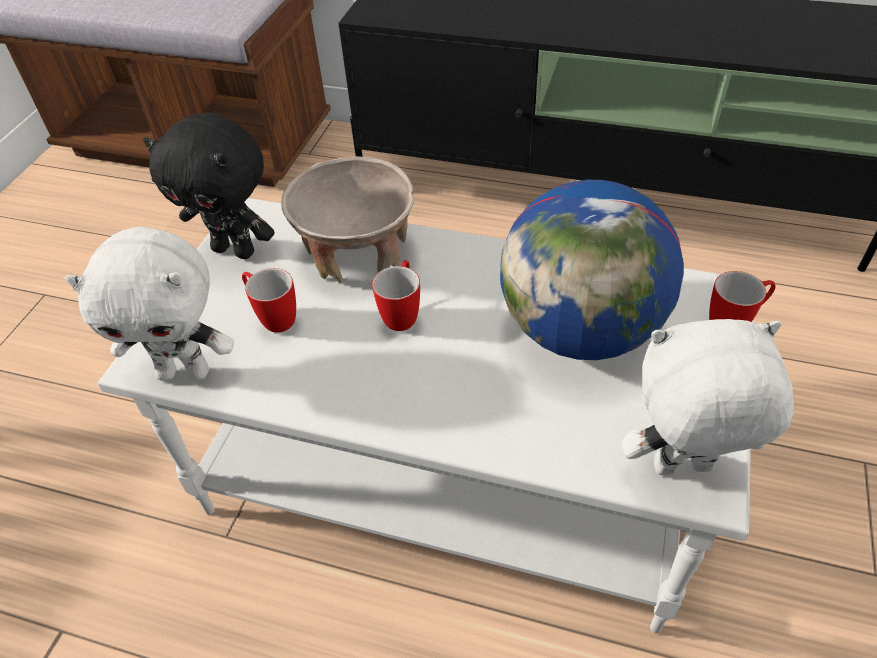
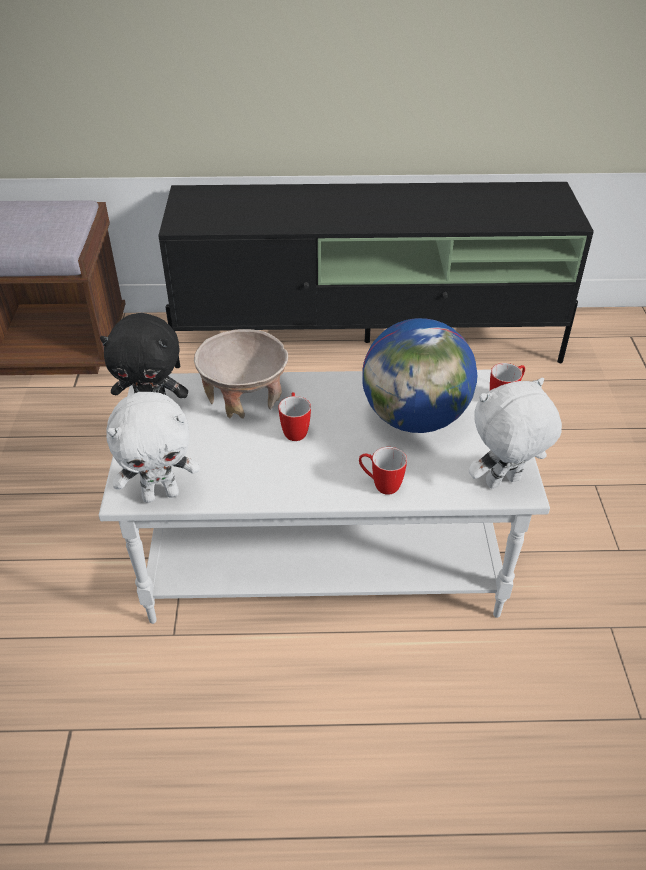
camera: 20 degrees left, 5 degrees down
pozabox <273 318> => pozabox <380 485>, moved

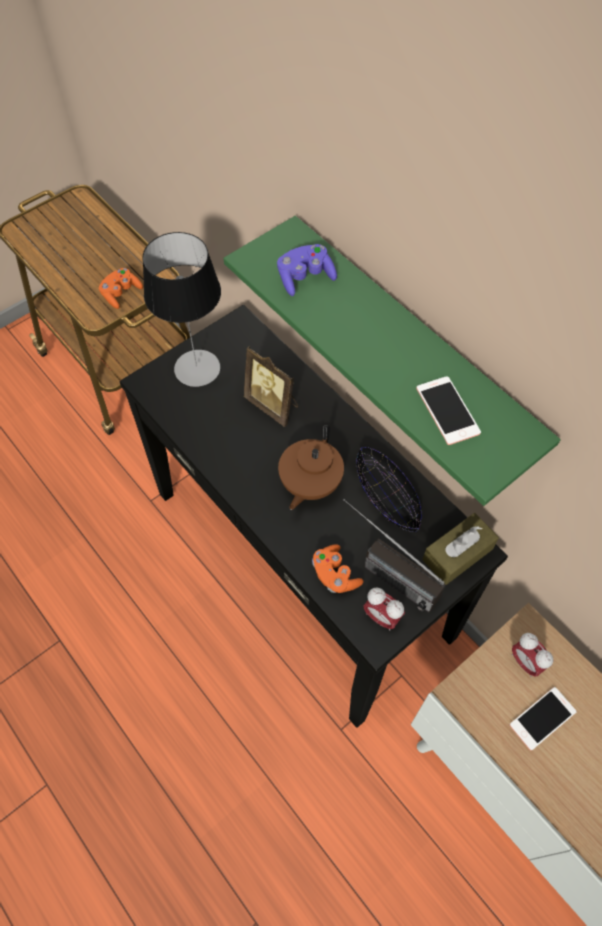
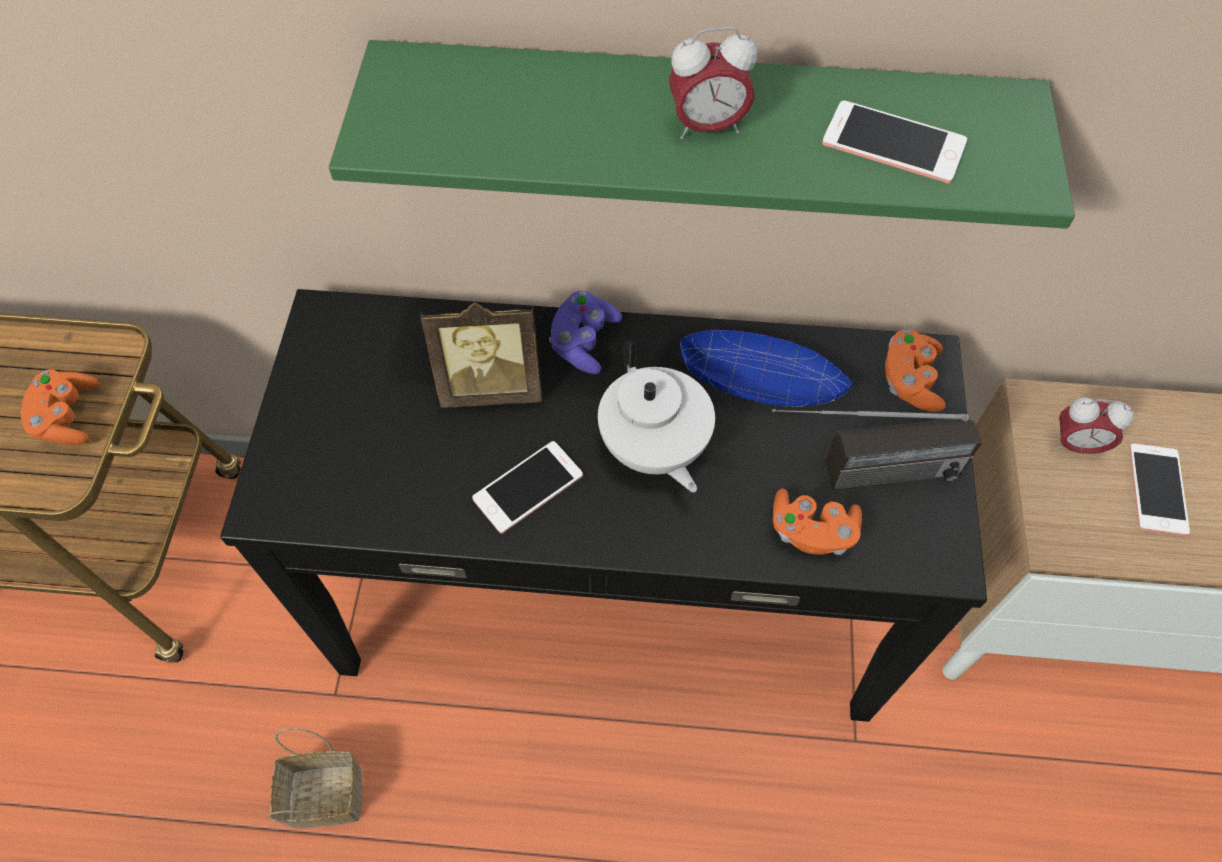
camera: 45 degrees left, 0 degrees up
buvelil <197 368> => nothing
nothing => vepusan <323 798>
nothing => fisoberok <528 487>
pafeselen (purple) <305 278> => pafeselen (purple) <584 342>, moved
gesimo <381 617> => gesimo <707 127>, moved
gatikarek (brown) <457 554> => pafeselen (orange) <910 380>
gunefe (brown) <309 484> => gunefe (white) <653 448>
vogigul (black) <387 496> => vogigul (blue) <760 382>

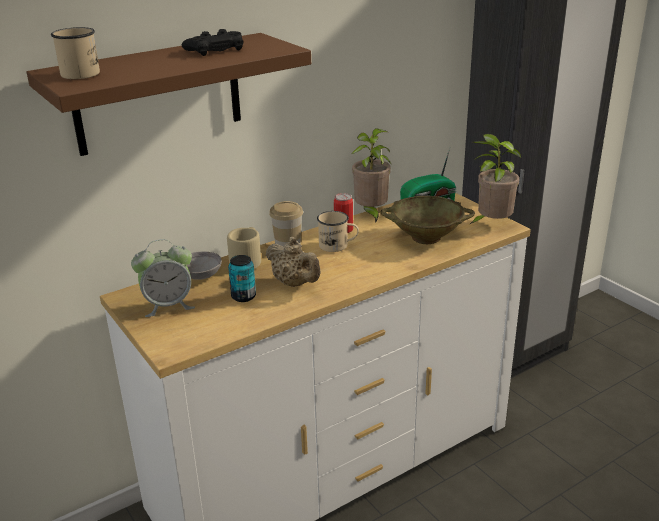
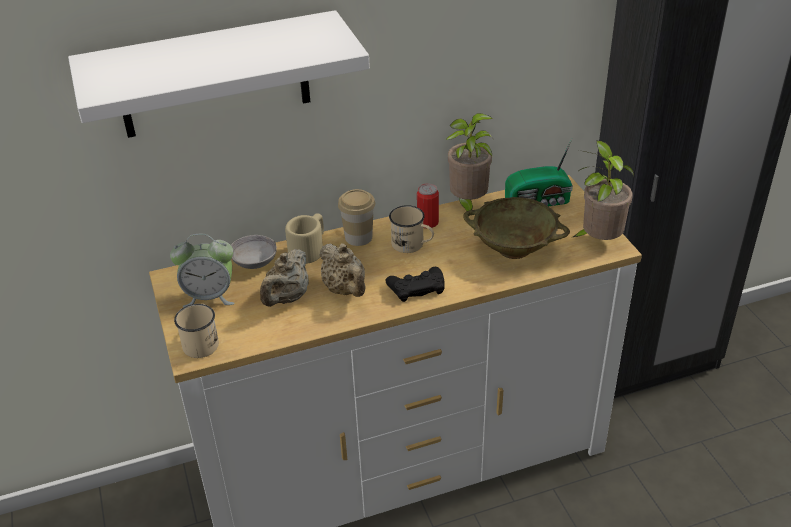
camera: 15 degrees right, 10 degrees up
pozabox (beige) <81 72> => pozabox (beige) <202 341>, moved
pafeselen (black) <215 49> => pafeselen (black) <416 287>, moved
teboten <243 296> => gunefe (beige) <287 298>
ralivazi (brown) <158 94> => ralivazi (white) <214 76>

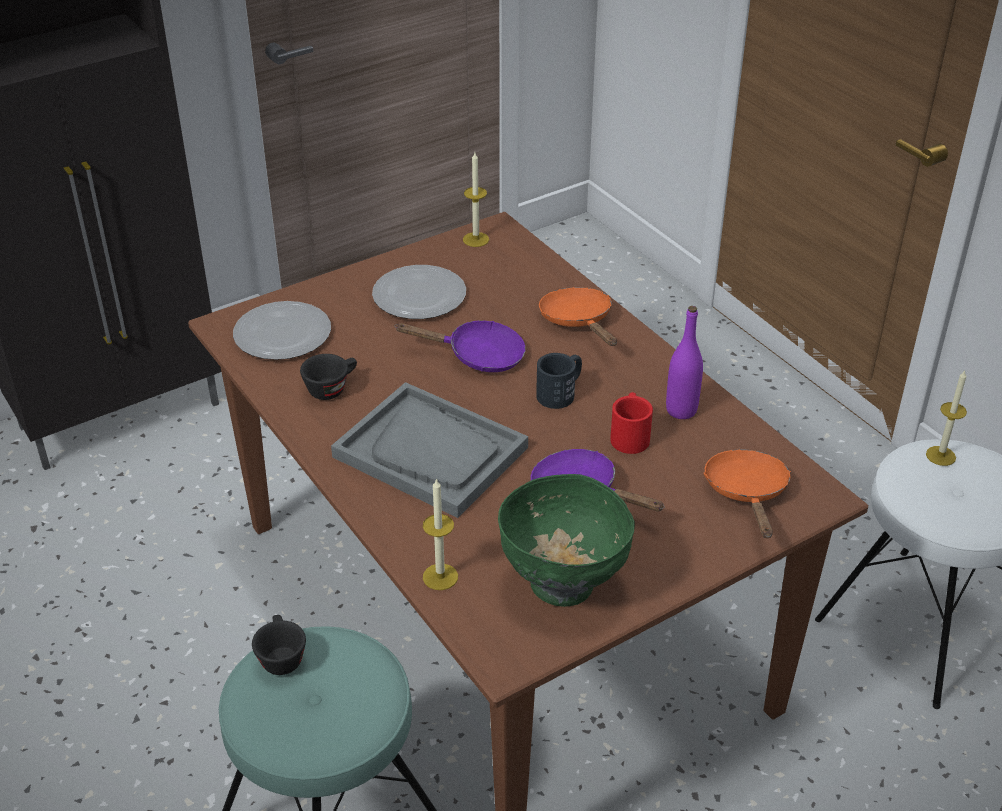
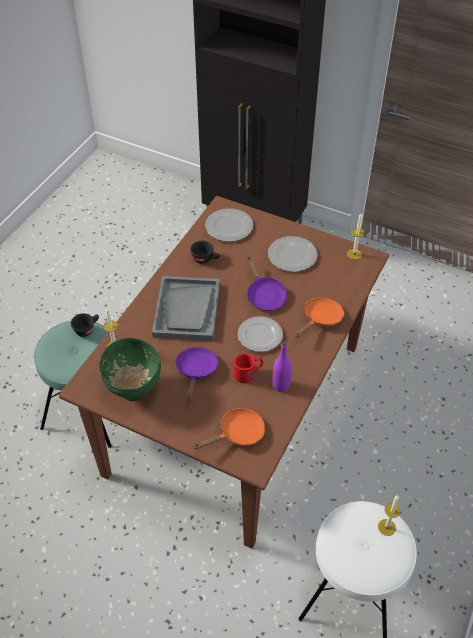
camera: 60 degrees right, 10 degrees up
pozabox (black) <561 392> => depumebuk <260 335>

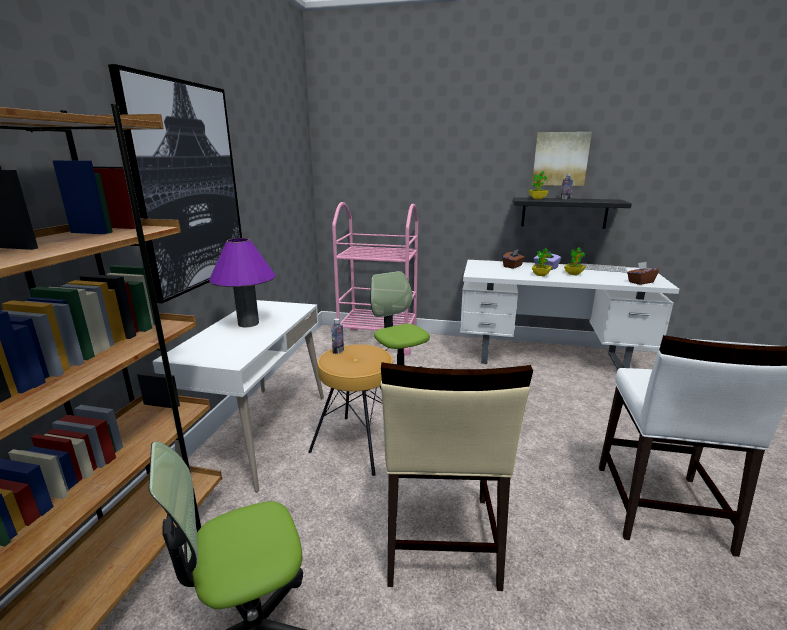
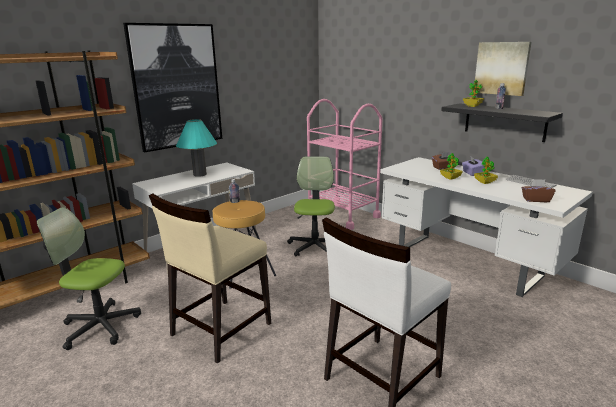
camera: 35 degrees right, 0 degrees up
buvelil (purple) <248 323> => buvelil (turquoise) <200 174>

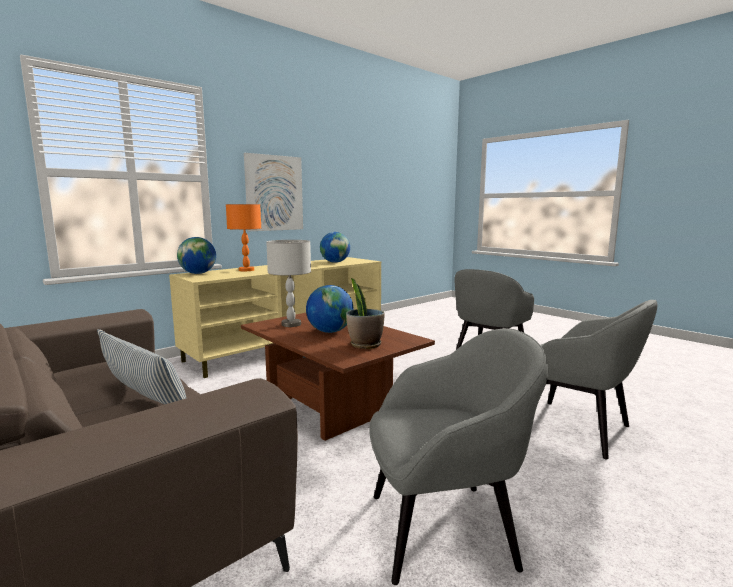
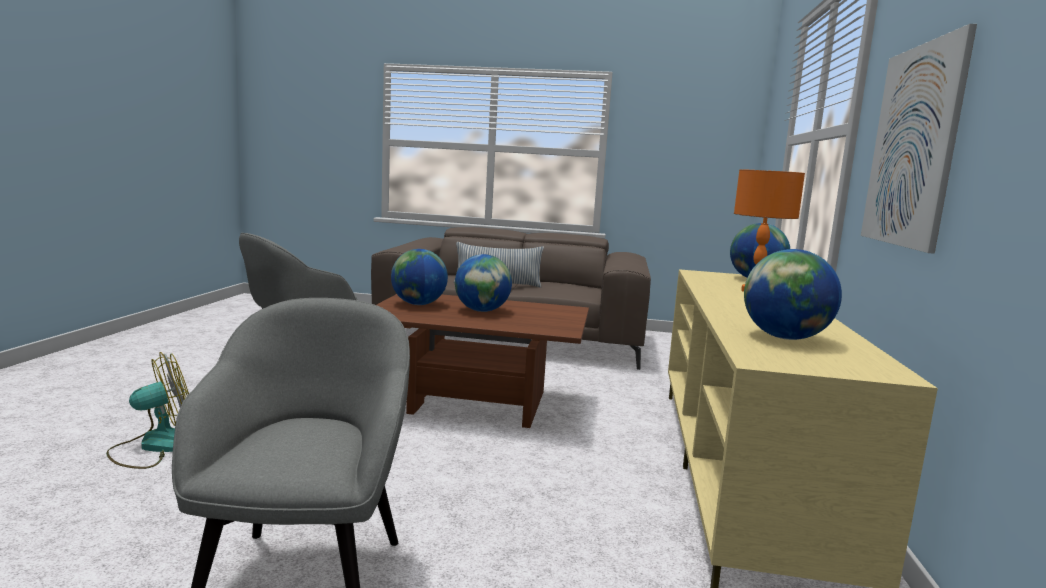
camera: 140 degrees right, 0 degrees up
buvelil (grey) <291 324> => nothing
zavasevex <365 345> => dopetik <418 304>
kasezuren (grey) <577 428> => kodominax <155 446>

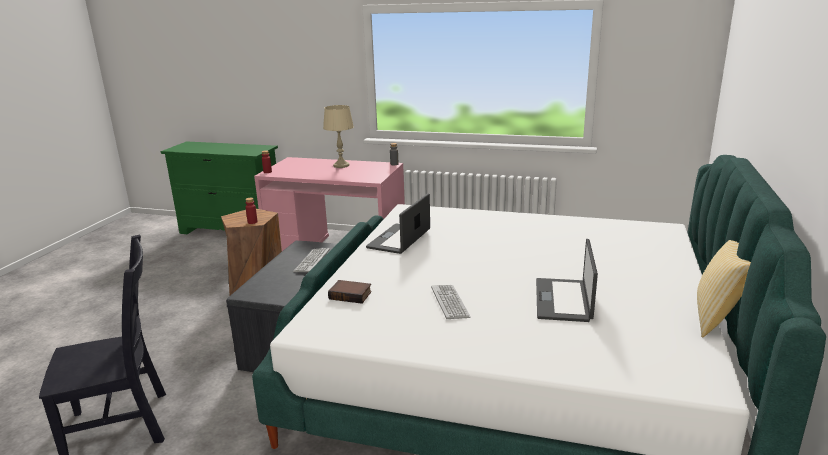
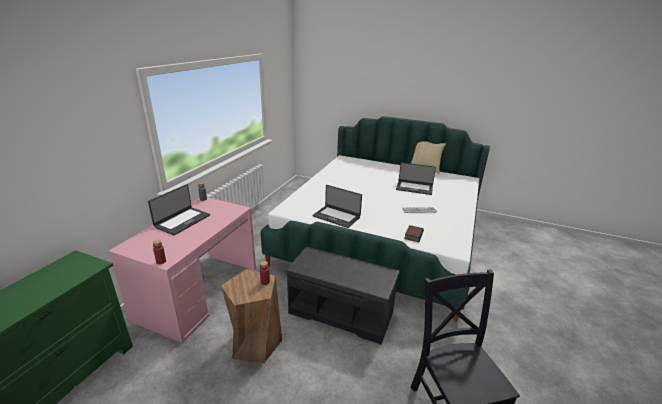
camera: 85 degrees left, 5 degrees up
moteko <312 261> => nothing
buvelil (beige) <341 165> => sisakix <182 221>

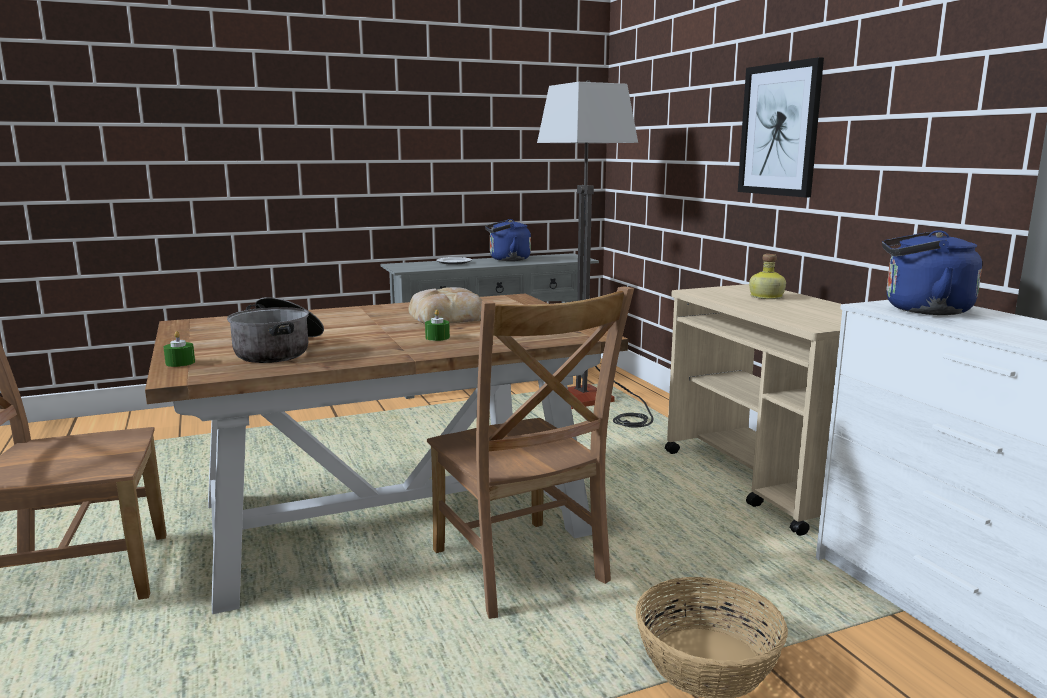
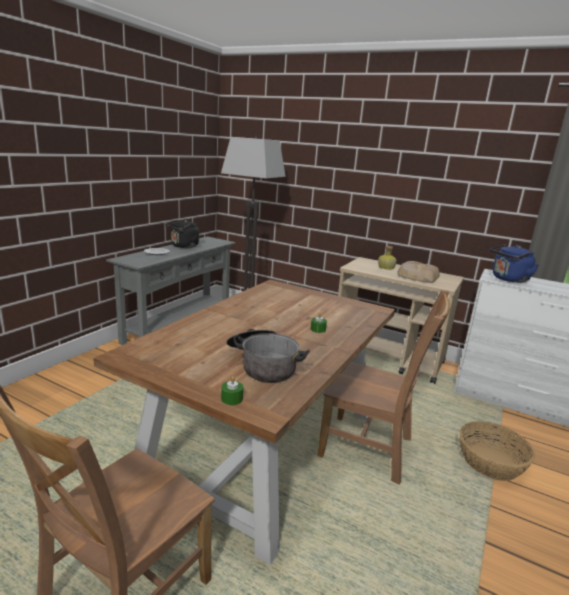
camera: 40 degrees left, 5 degrees up
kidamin <779 130> => nothing
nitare <448 315> => nitare <417 276>, moved
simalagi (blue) <507 259> => simalagi (black) <183 246>

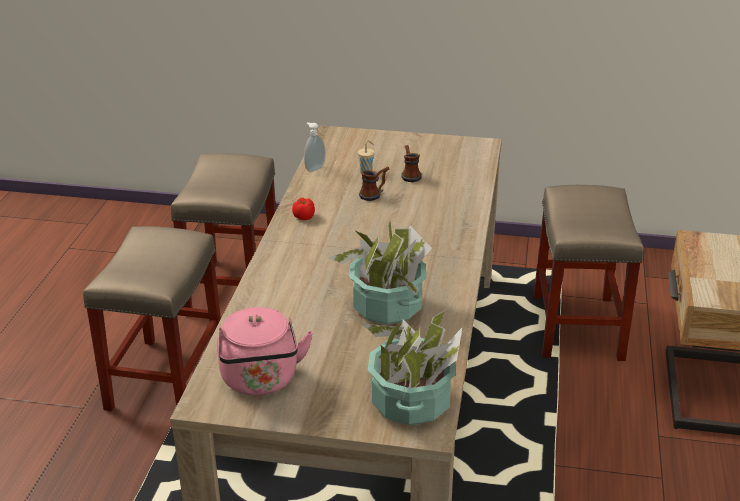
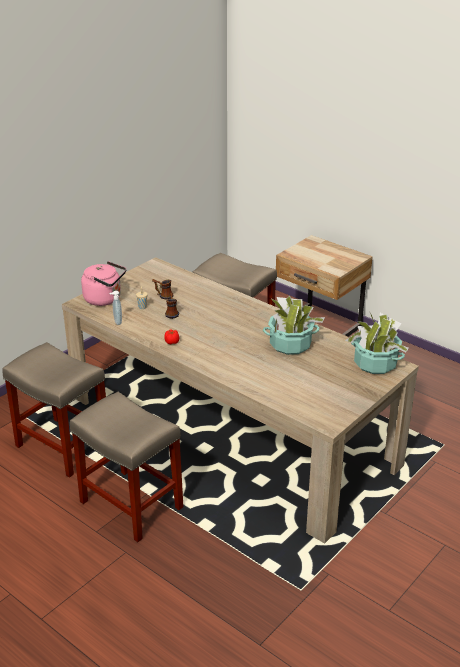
camera: 60 degrees left, 0 degrees up
simalagi (pink) <261 381> => simalagi (pink) <105 299>, moved

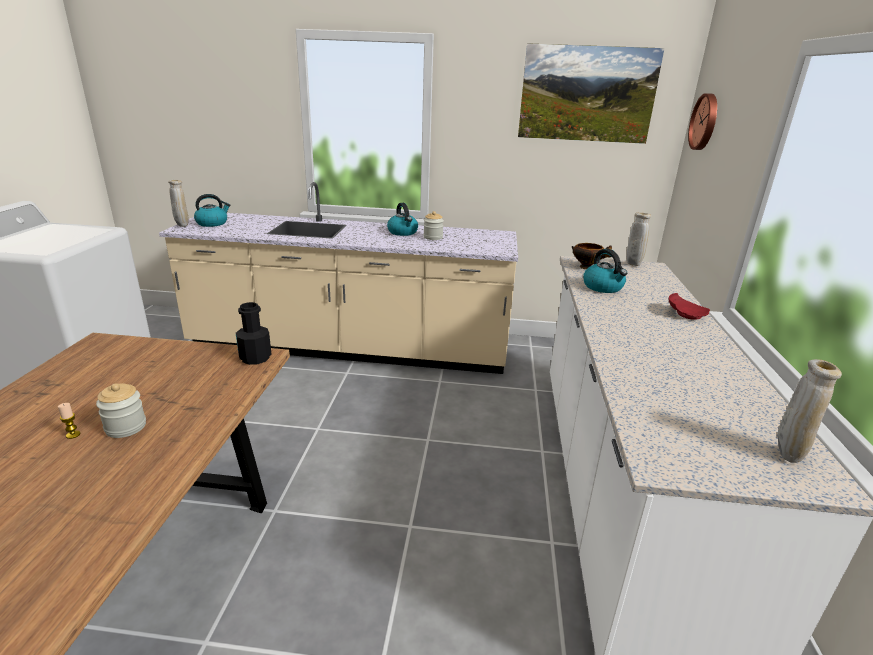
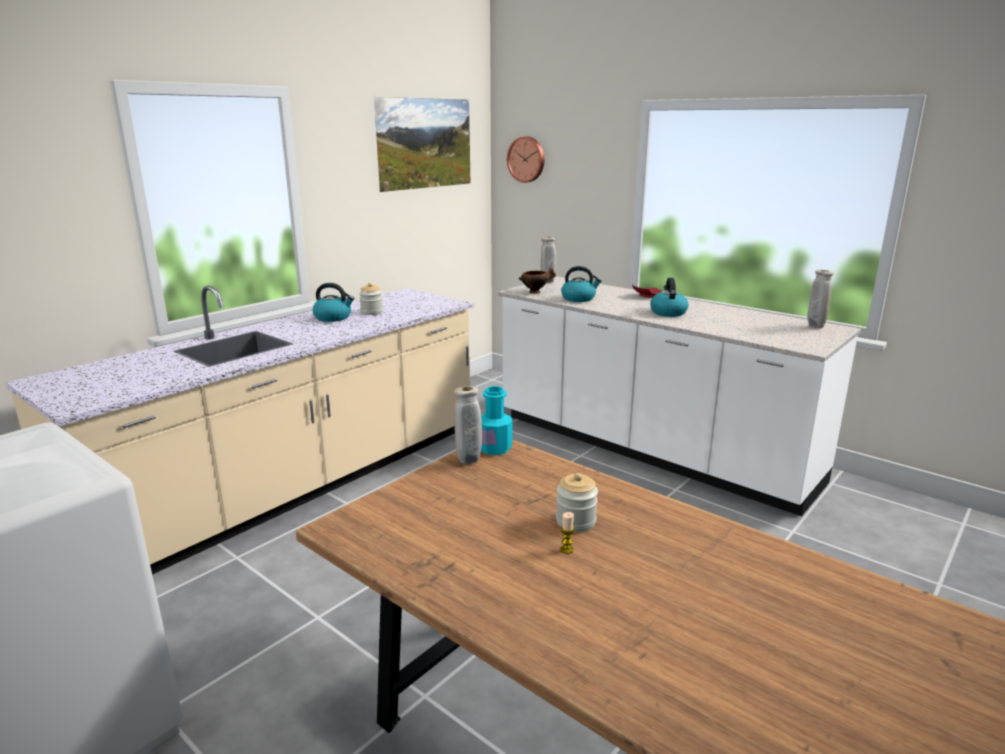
camera: 55 degrees left, 5 degrees down
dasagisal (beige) <182 226> => dasagisal (beige) <469 462>, moved
simalagi <212 223> => simalagi <668 312>, moved
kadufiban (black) <255 358> => kadufiban (turquoise) <494 448>

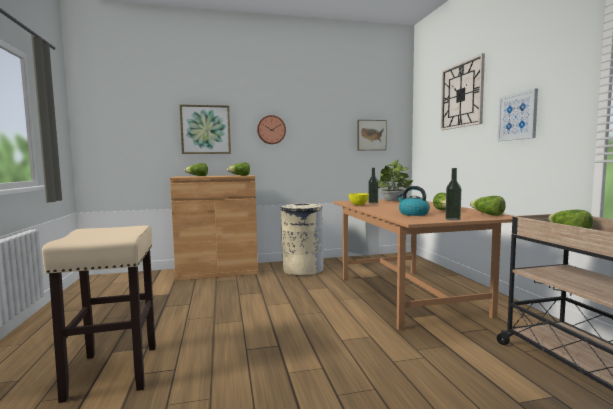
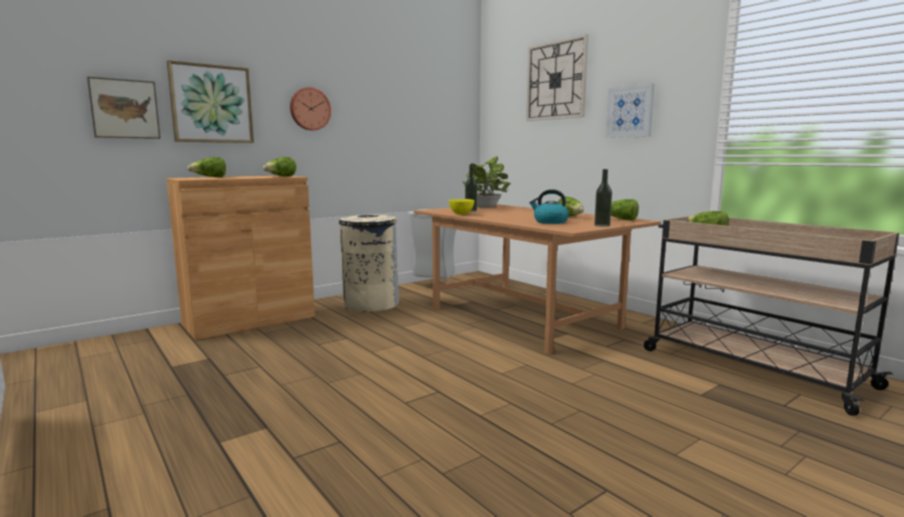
camera: 25 degrees left, 5 degrees up
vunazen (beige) <113 371> => nothing
kidamin <371 135> => kidamin <124 109>, moved

